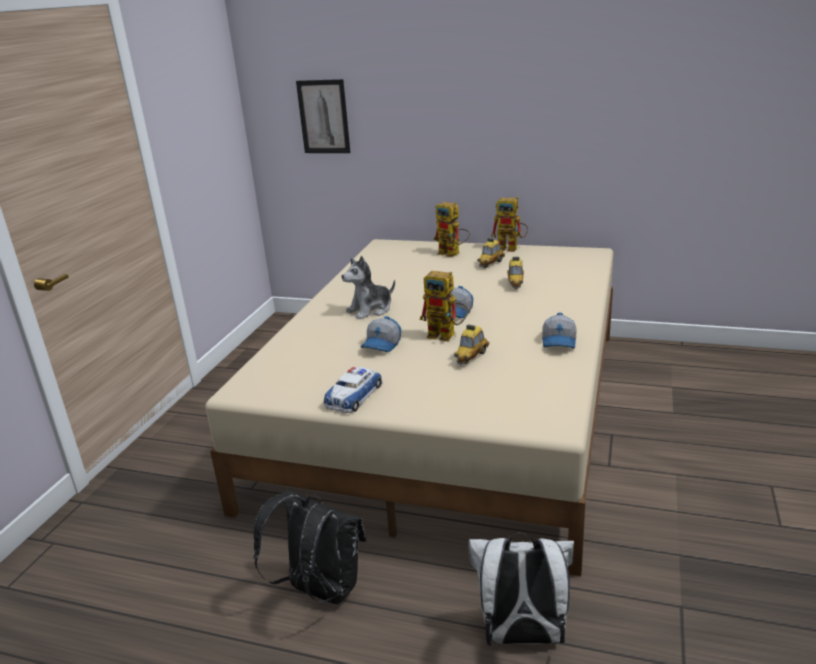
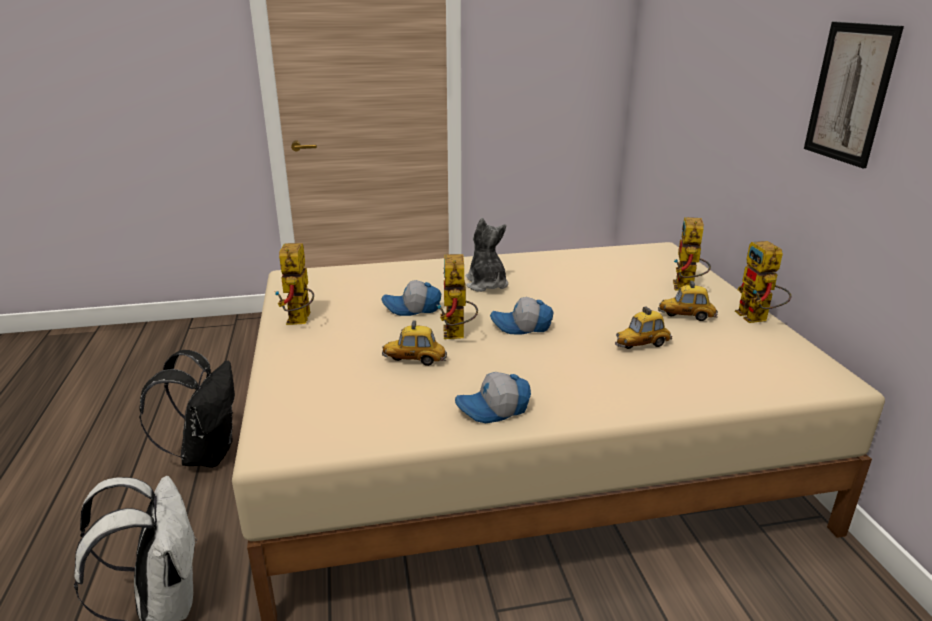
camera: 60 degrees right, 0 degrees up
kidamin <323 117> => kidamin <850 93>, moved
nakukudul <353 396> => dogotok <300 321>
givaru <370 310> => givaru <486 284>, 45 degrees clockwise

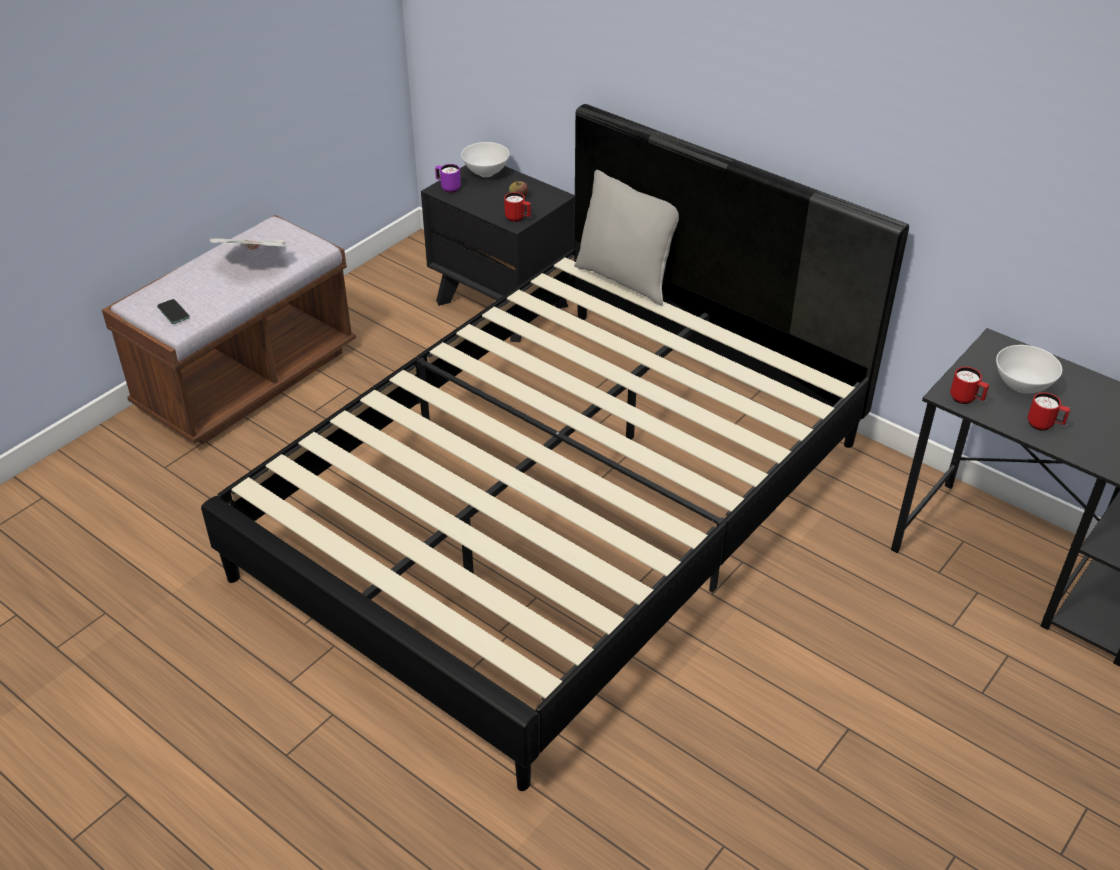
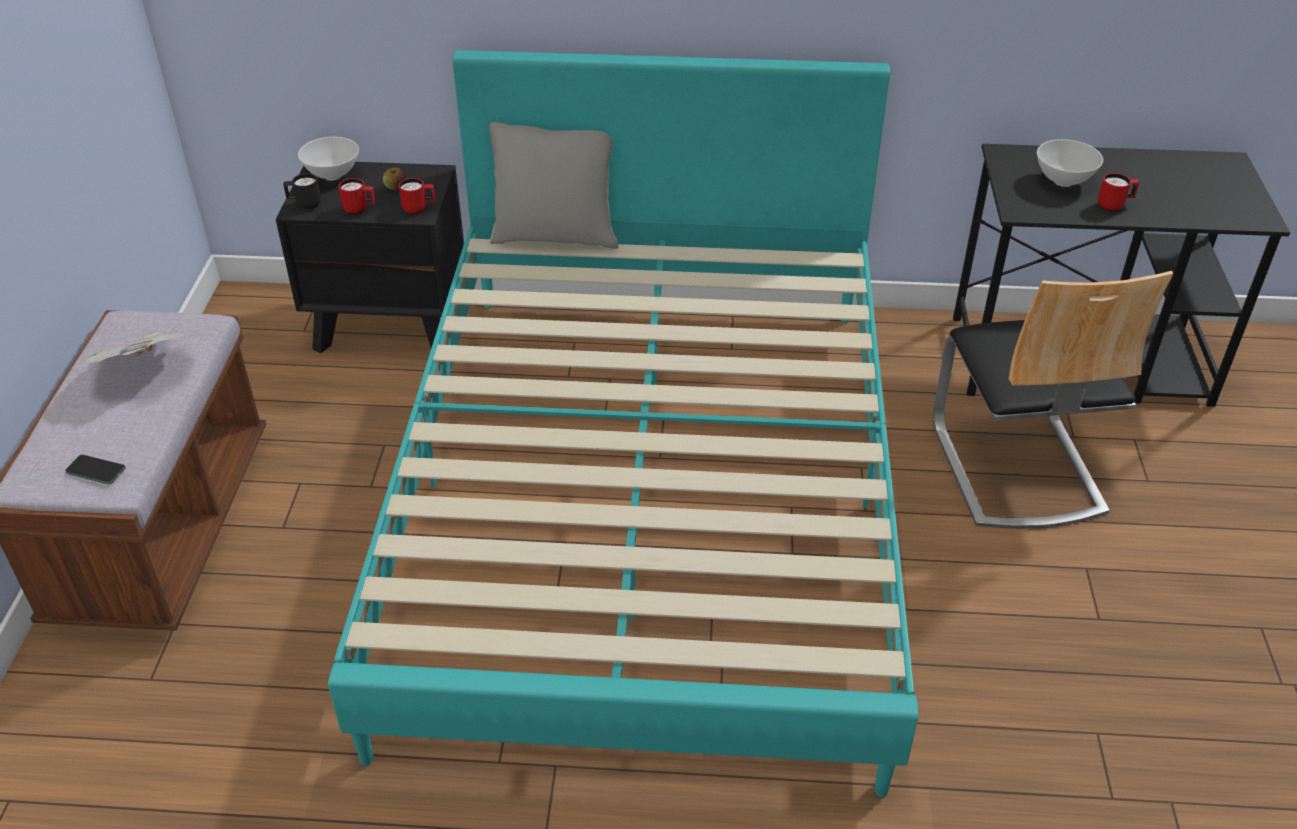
camera: 35 degrees left, 0 degrees up
nothing => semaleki <1015 467>
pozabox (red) <966 400> => pozabox (red) <360 209>, moved
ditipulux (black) <561 507> => ditipulux (turquoise) <650 498>
pozabox (purple) <448 188> => pozabox (black) <305 204>

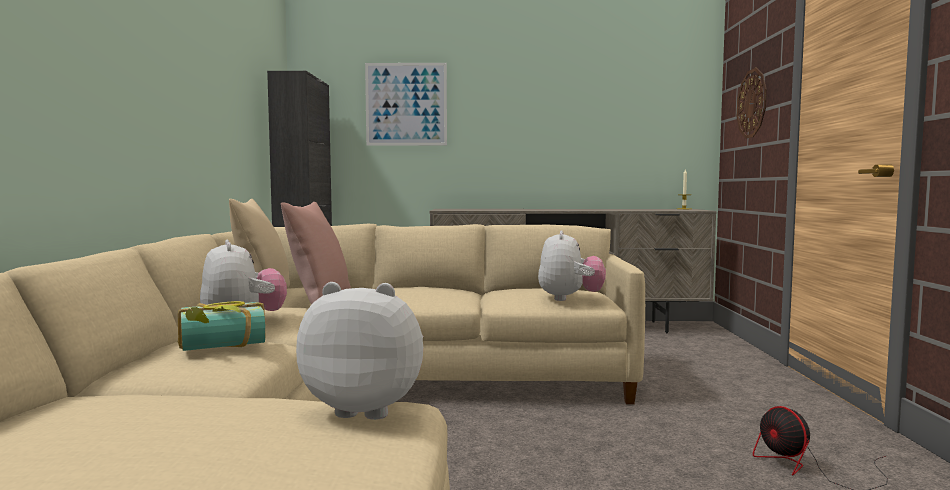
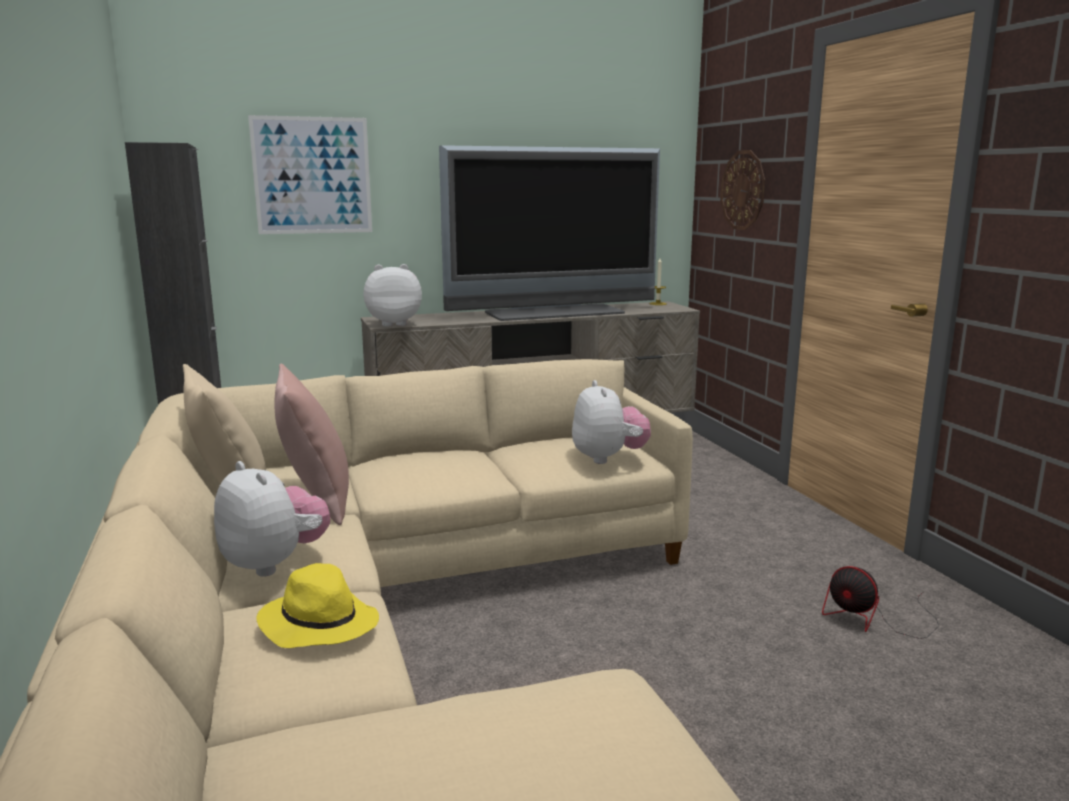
camera: 20 degrees left, 10 degrees up
nothing => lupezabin <555 312>
givaru <367 408> => givaru <393 324>, moved
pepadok <223 348> => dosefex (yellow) <318 624>

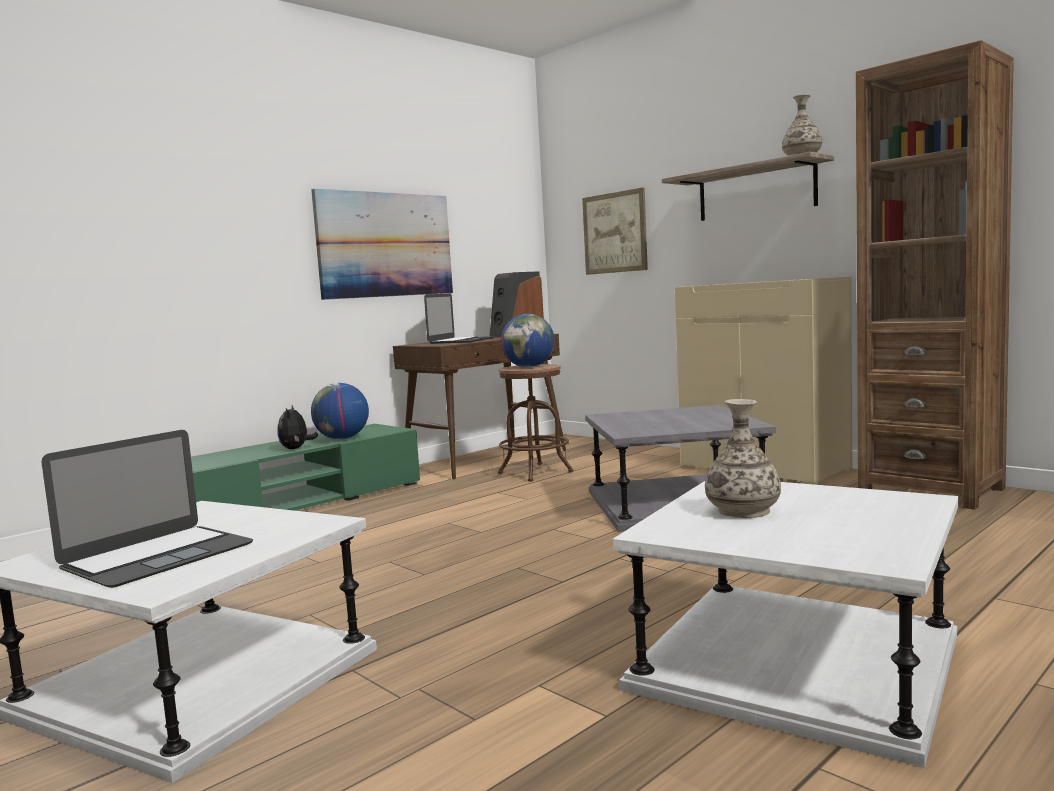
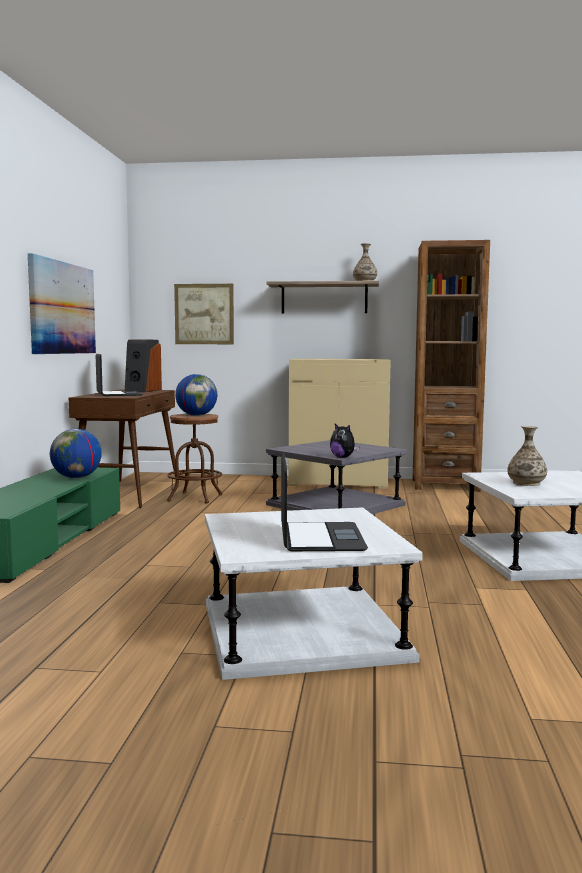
camera: 40 degrees left, 0 degrees up
givaru <296 448> => givaru <343 457>, moved

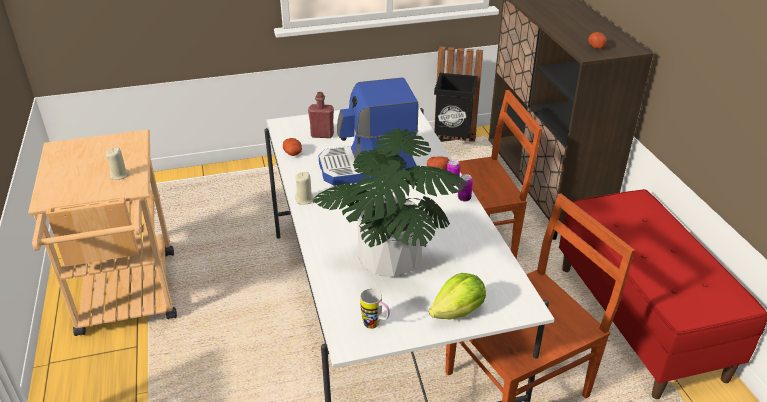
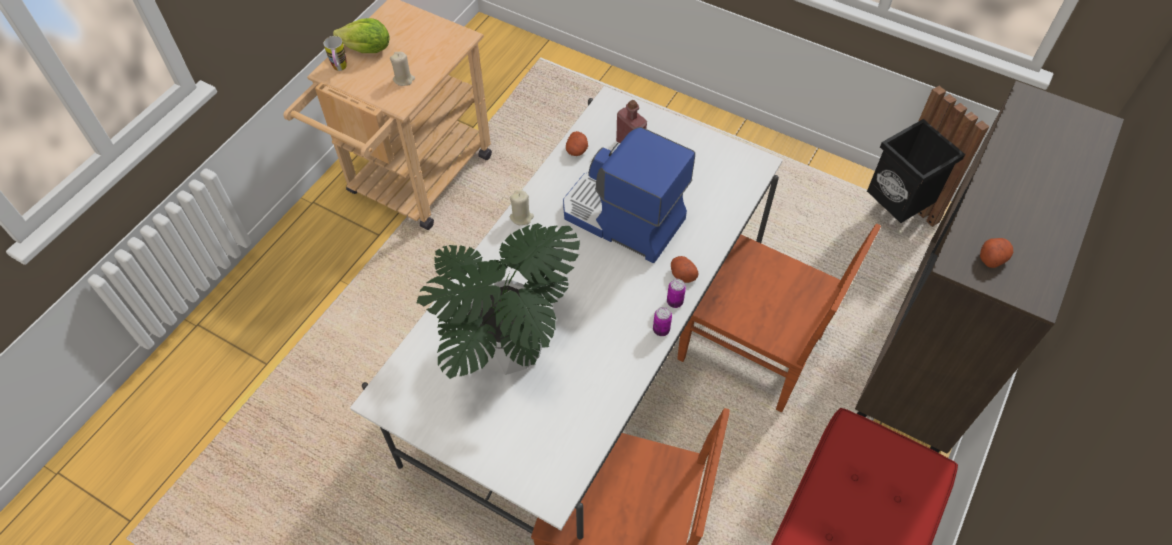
camera: 45 degrees right, 20 degrees up
pozabox <375 325> => pozabox <340 69>, moved
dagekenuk <458 312> => dagekenuk <367 50>, moved

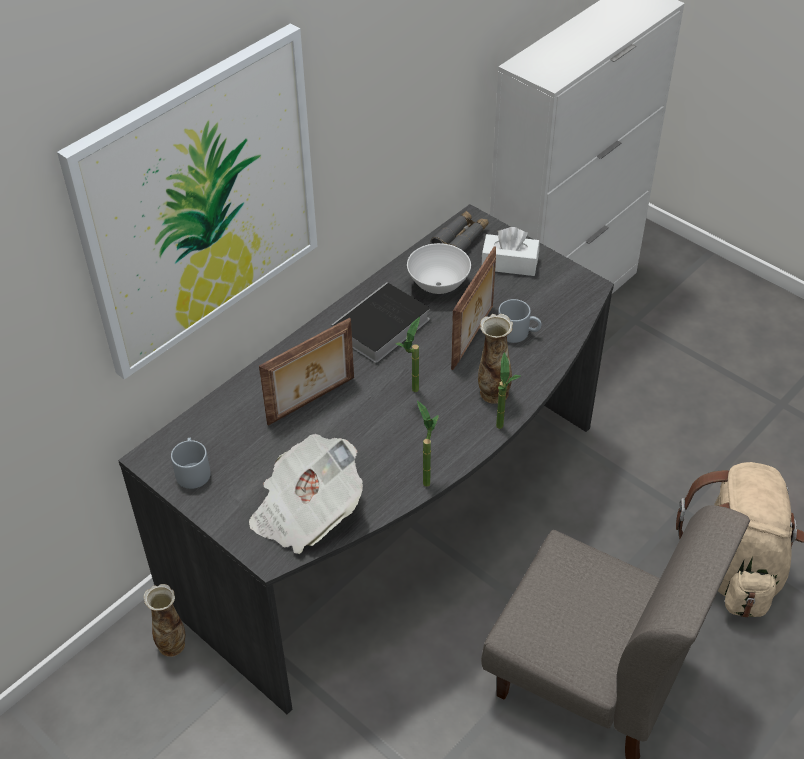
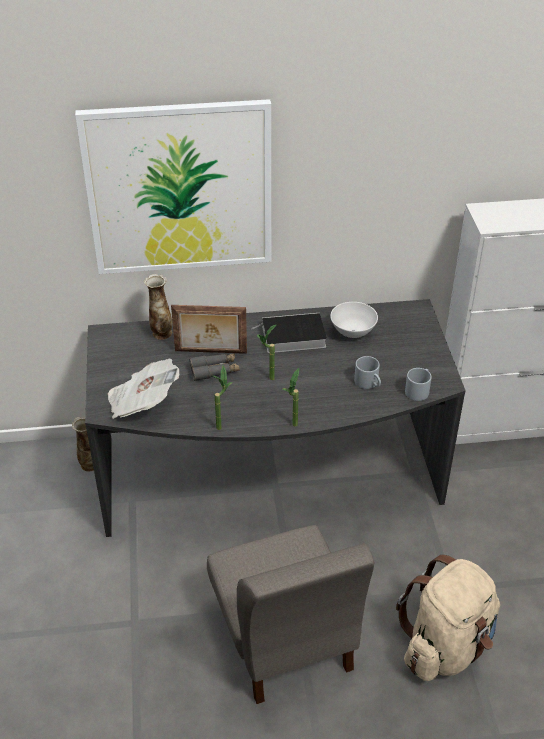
camera: 40 degrees right, 5 degrees down
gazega <473 337> => nothing
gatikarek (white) <509 264> => nothing
pozabox (grey) <192 470> => pozabox (grey) <418 390>, moved
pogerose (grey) <460 239> => pogerose (grey) <214 370>, moved
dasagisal <493 393> => dasagisal <161 333>, moved

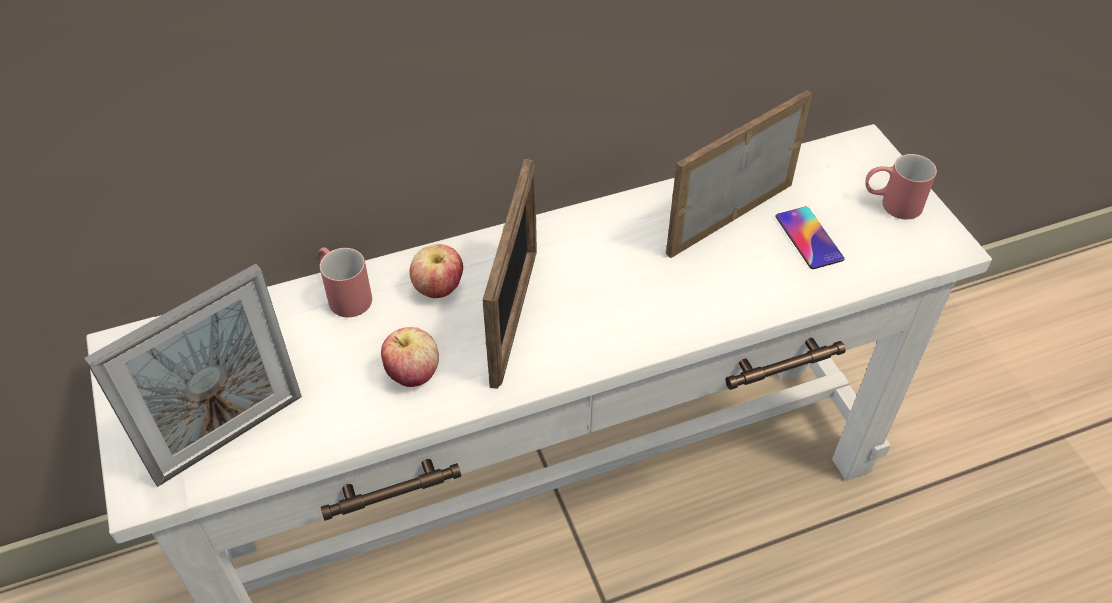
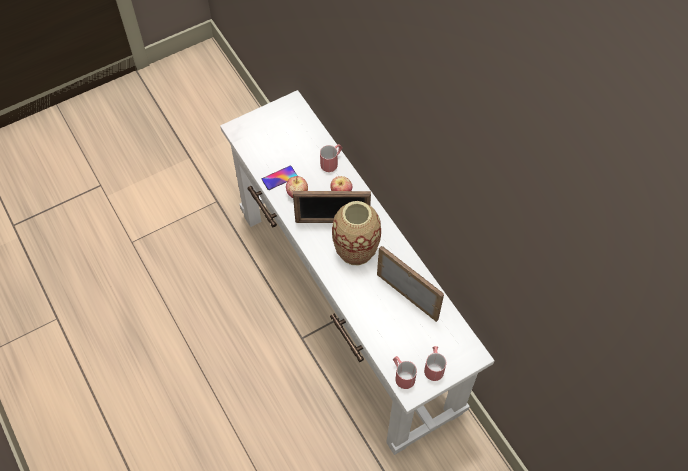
camera: 80 degrees right, 10 degrees up
gazega <230 438> => nothing
nothing => dasagisal <355 250>
nothing => pozabox (red) <402 375>
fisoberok <809 238> => fisoberok <279 178>, moved

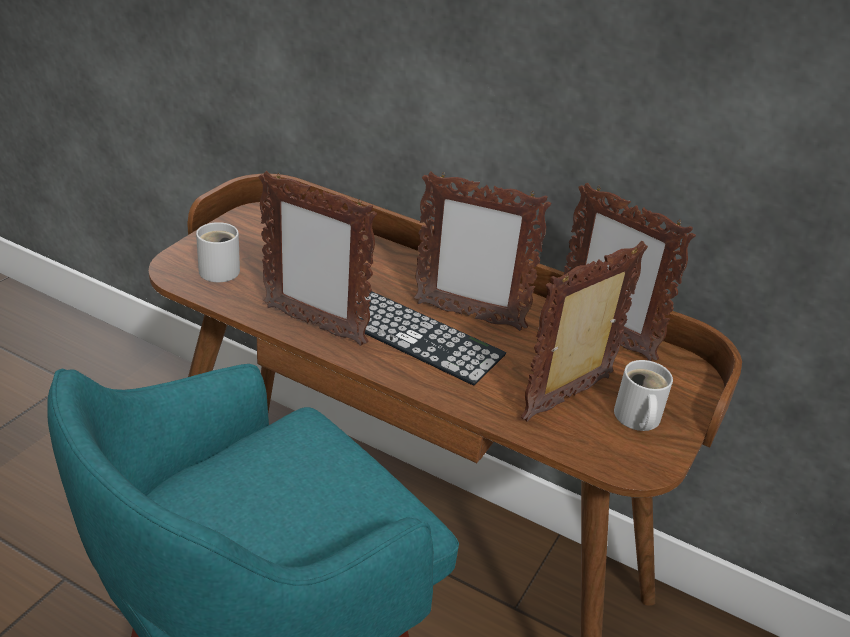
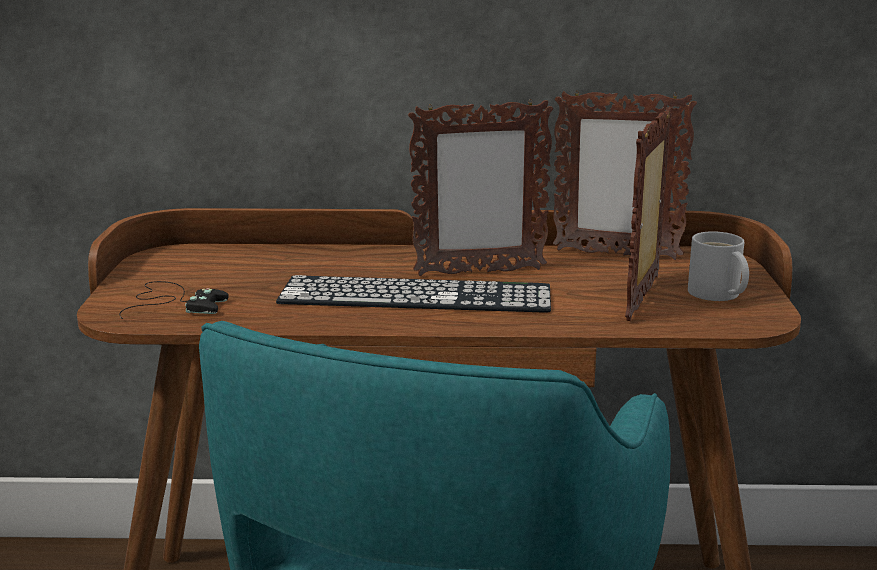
camera: 25 degrees left, 15 degrees down
gazega <314 325> => nothing
pozabox (white) <221 269> => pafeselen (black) <172 303>

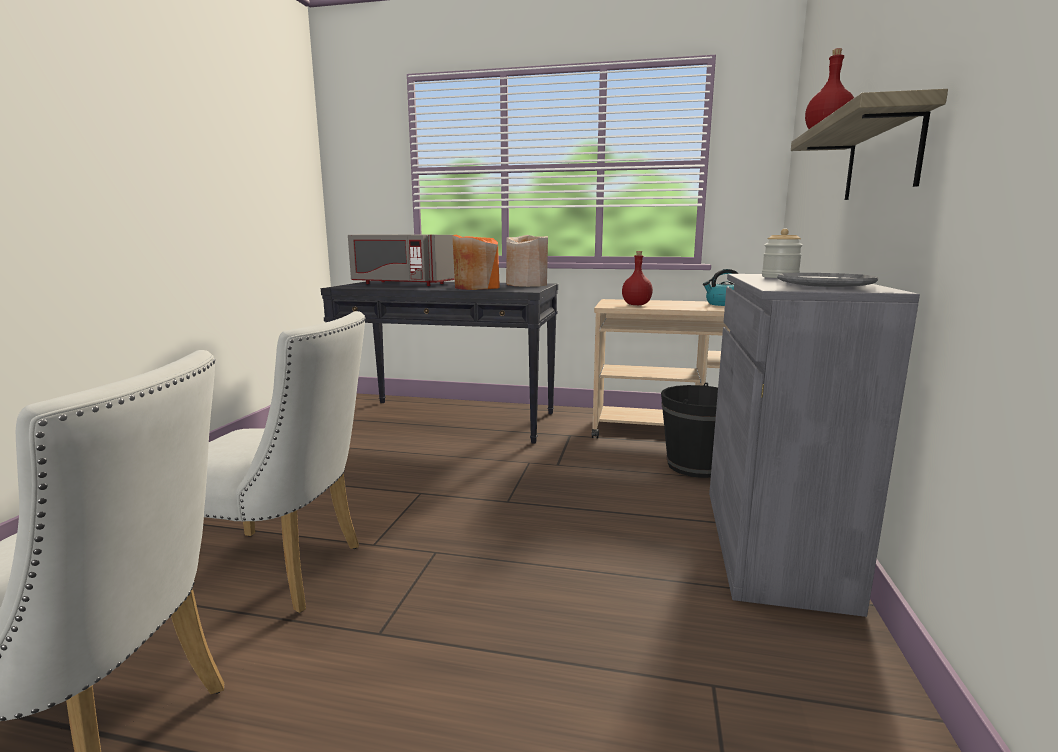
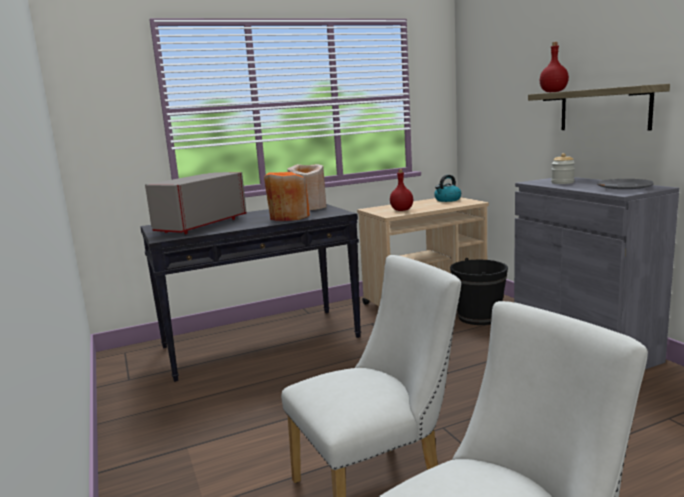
camera: 35 degrees left, 0 degrees up
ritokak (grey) <400 284> => ritokak (grey) <199 225>, 135 degrees clockwise

